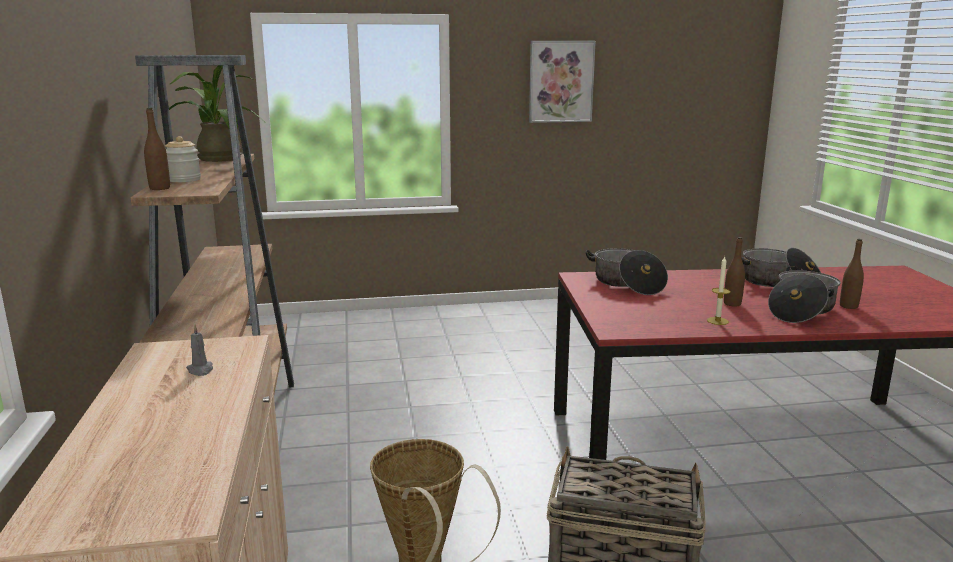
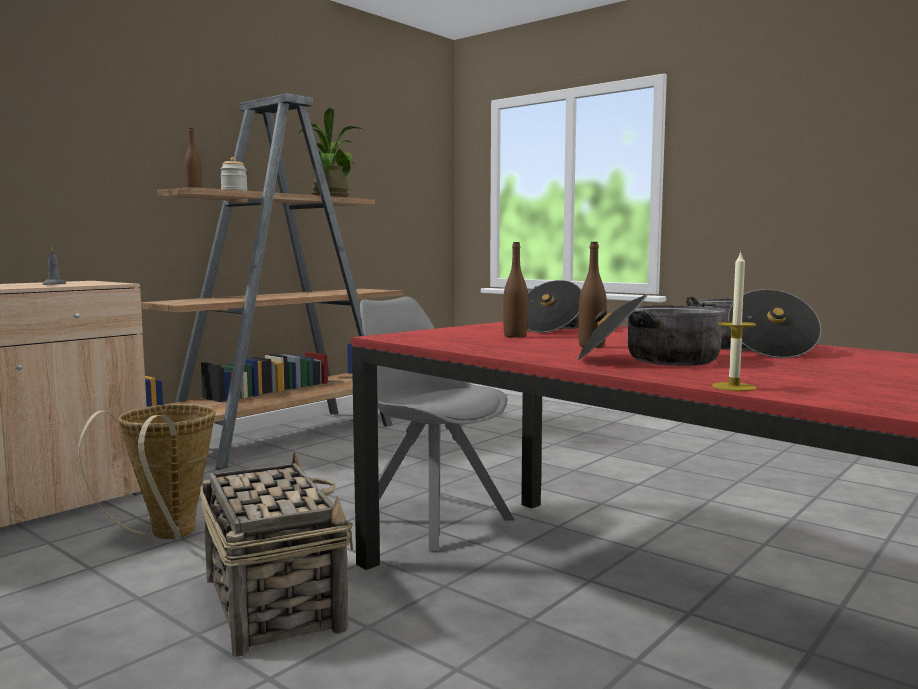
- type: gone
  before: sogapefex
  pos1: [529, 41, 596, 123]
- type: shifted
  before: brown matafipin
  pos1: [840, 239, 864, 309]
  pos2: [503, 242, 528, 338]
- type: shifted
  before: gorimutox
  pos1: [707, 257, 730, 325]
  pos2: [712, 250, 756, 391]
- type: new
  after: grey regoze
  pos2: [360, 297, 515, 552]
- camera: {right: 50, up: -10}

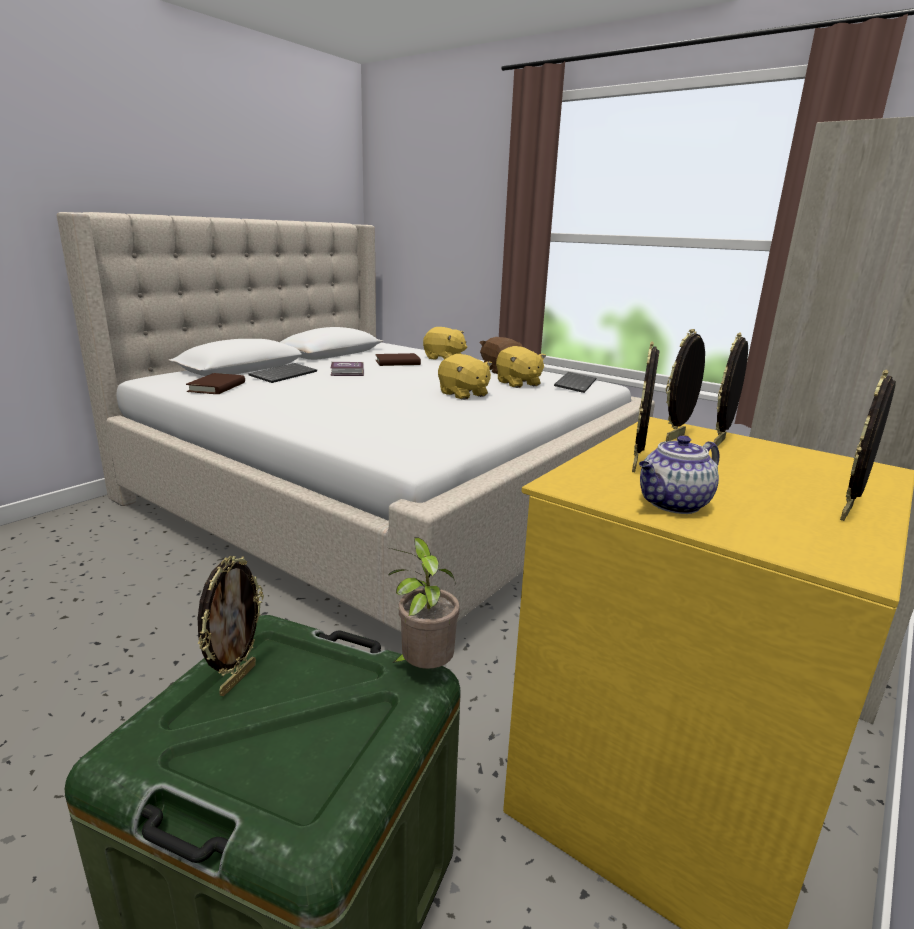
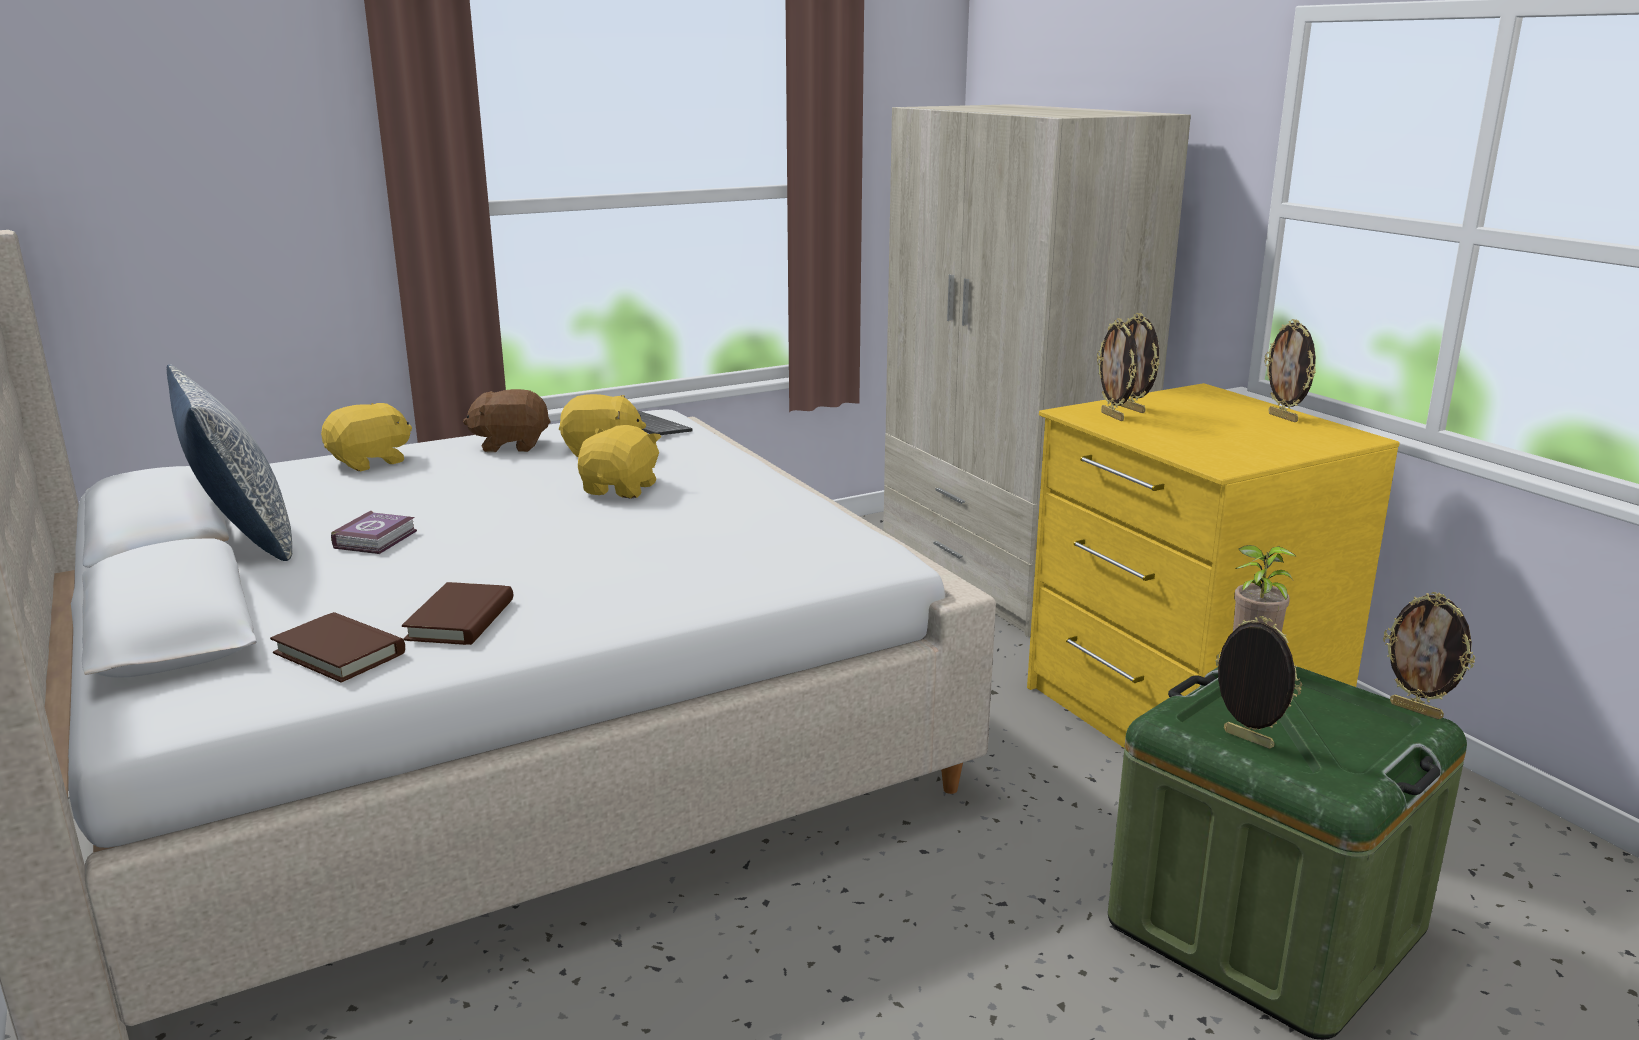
- type: shifted
  before: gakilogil
  pos1: [632, 341, 660, 472]
  pos2: [1383, 592, 1475, 719]
- type: shifted
  before: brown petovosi
  pos1: [375, 353, 421, 366]
  pos2: [402, 582, 513, 645]
- type: rotated
  before: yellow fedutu
  pos1: [438, 354, 492, 400]
  pos2: [578, 425, 661, 498]
  turn: -60
- type: gone
  before: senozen
  pos1: [249, 363, 317, 383]
- type: gone
  before: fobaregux
  pos1: [639, 435, 719, 514]
- type: new
  after: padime
  pos2: [167, 364, 292, 561]
- camera: {right: -65, up: 0}

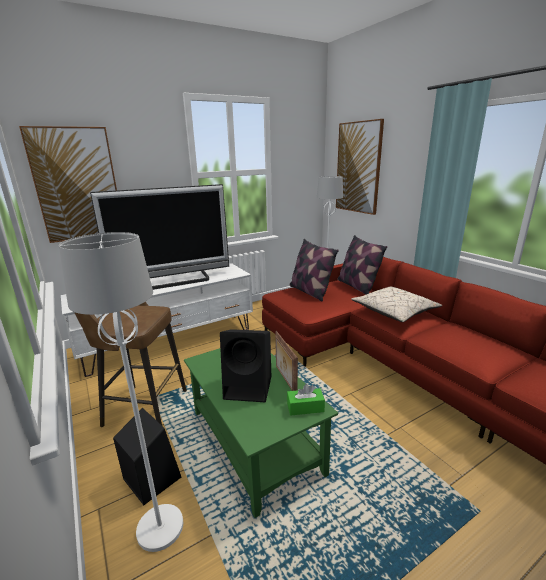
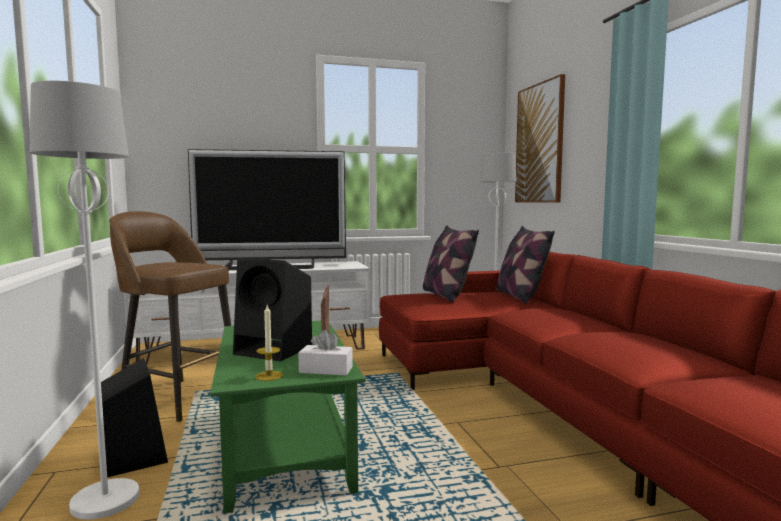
- type: gone
  before: sogapefex
  pos1: [19, 126, 117, 243]
- type: gone
  before: beige padime
  pos1: [351, 287, 442, 322]
- type: repainted
  before: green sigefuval
  after: white sigefuval
  pos1: [287, 384, 325, 416]
  pos2: [298, 330, 353, 376]
- type: new
  after: gorimutox
  pos2: [255, 305, 283, 381]
- camera: {right: 15, up: -15}

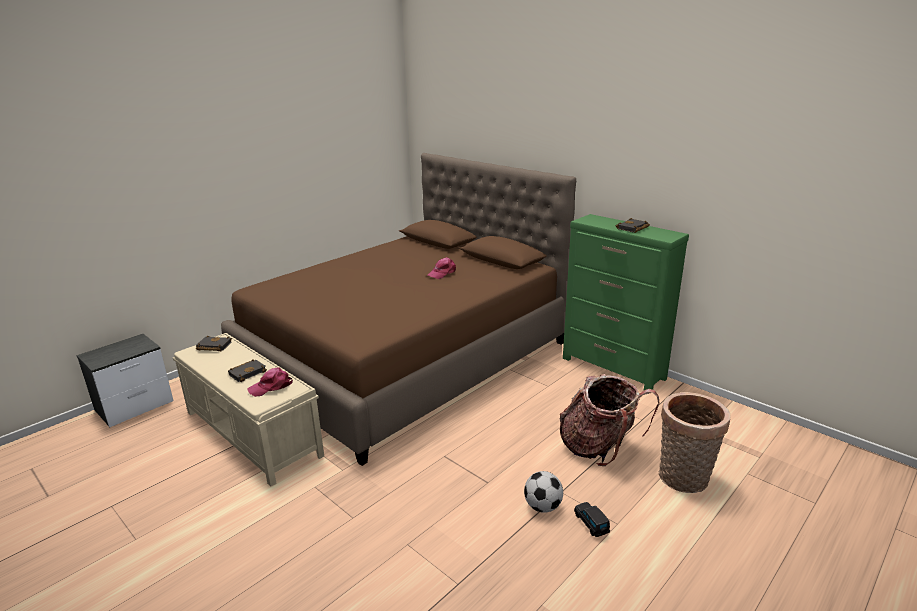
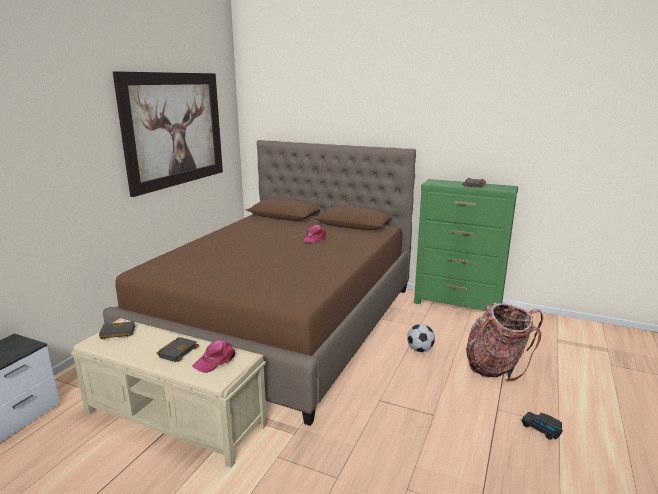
- type: gone
  before: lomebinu
  pos1: [659, 392, 731, 493]
- type: shifted
  before: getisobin
  pos1: [524, 471, 563, 513]
  pos2: [407, 324, 435, 352]
- type: new
  after: sogapefex
  pos2: [113, 71, 223, 197]
- camera: {right: -20, up: -5}

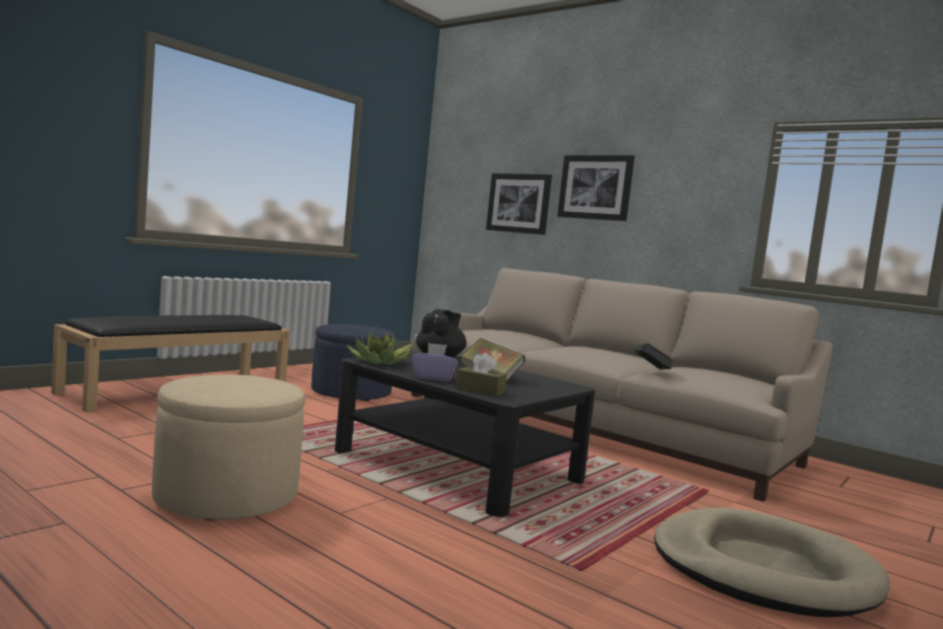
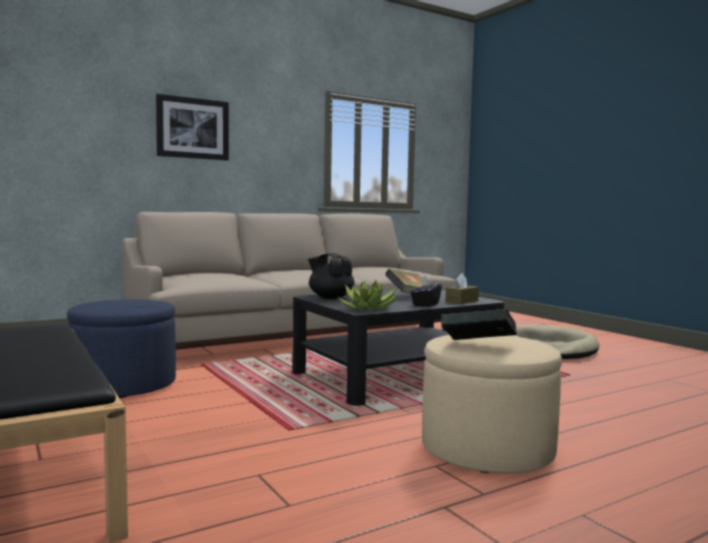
- type: gone
  before: sogapefex
  pos1: [486, 173, 552, 235]
- type: repainted
  before: purple sigefuval
  after: black sigefuval
  pos1: [412, 343, 458, 382]
  pos2: [410, 276, 442, 307]
- type: shifted
  before: petovosi
  pos1: [635, 343, 676, 370]
  pos2: [441, 309, 517, 340]
- camera: {right: -70, up: 0}

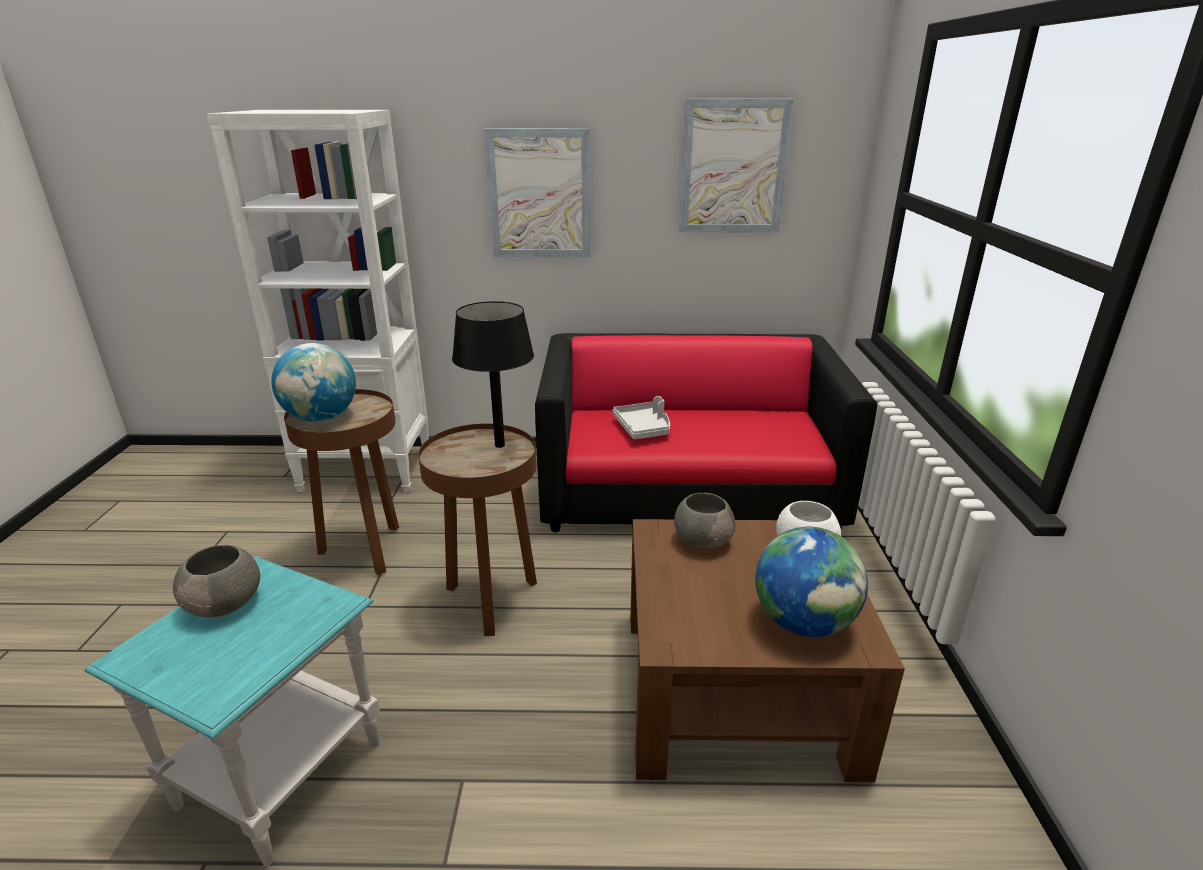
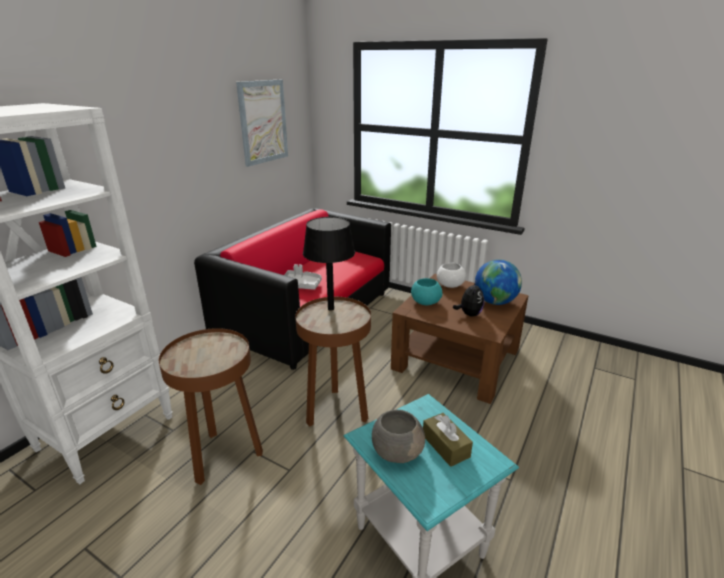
- type: gone
  before: sogapefex
  pos1: [484, 128, 591, 257]
- type: gone
  before: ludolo
  pos1: [271, 343, 356, 422]
- type: repainted
  before: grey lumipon
  after: turquoise lumipon
  pos1: [674, 493, 735, 549]
  pos2: [411, 278, 442, 305]
- type: new
  after: fedutu
  pos2: [453, 281, 484, 317]
- type: new
  after: brown sigefuval
  pos2: [423, 413, 473, 467]
- camera: {right: -60, up: 0}

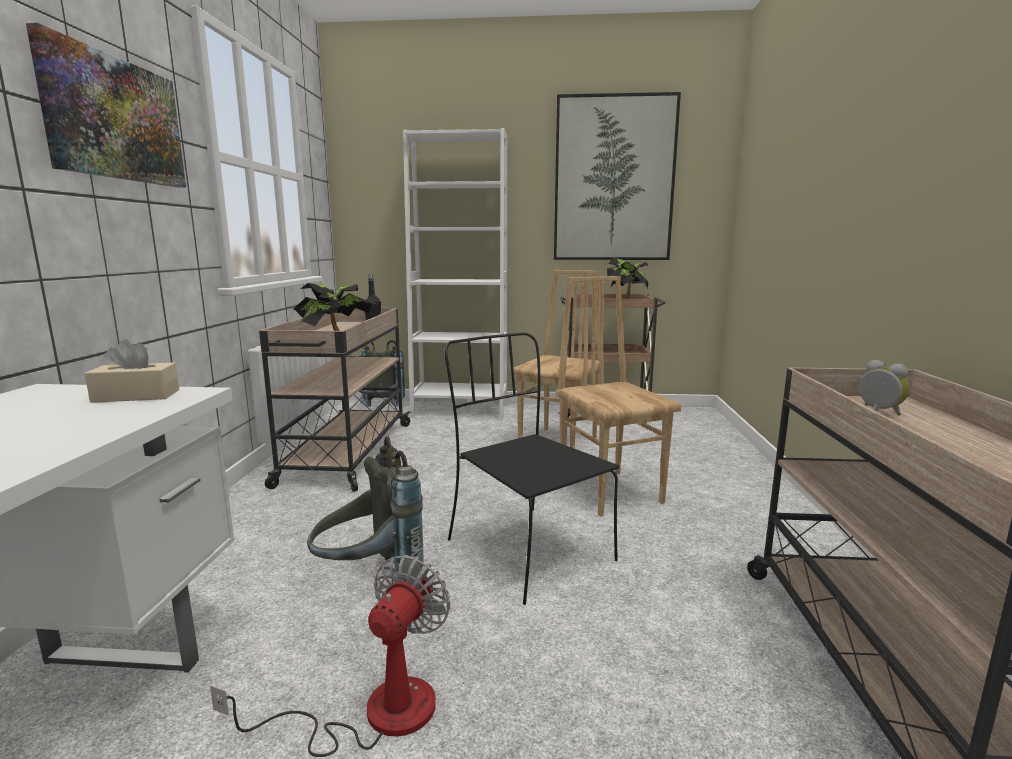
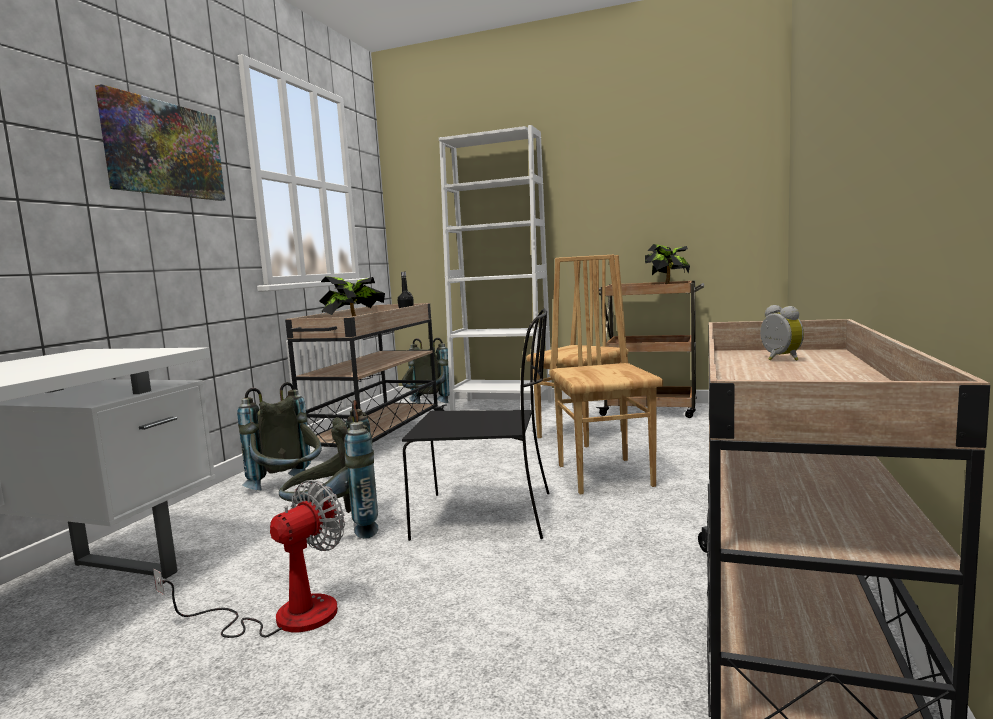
- type: gone
  before: sogapefex
  pos1: [554, 92, 681, 260]
- type: rotated
  before: black regoze
  pos1: [444, 333, 619, 605]
  pos2: [402, 309, 549, 541]
  turn: 120
- type: gone
  before: beige sigefuval
  pos1: [85, 339, 179, 403]
- type: new
  after: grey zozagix
  pos2: [237, 382, 322, 491]
- camera: {right: 15, up: -5}

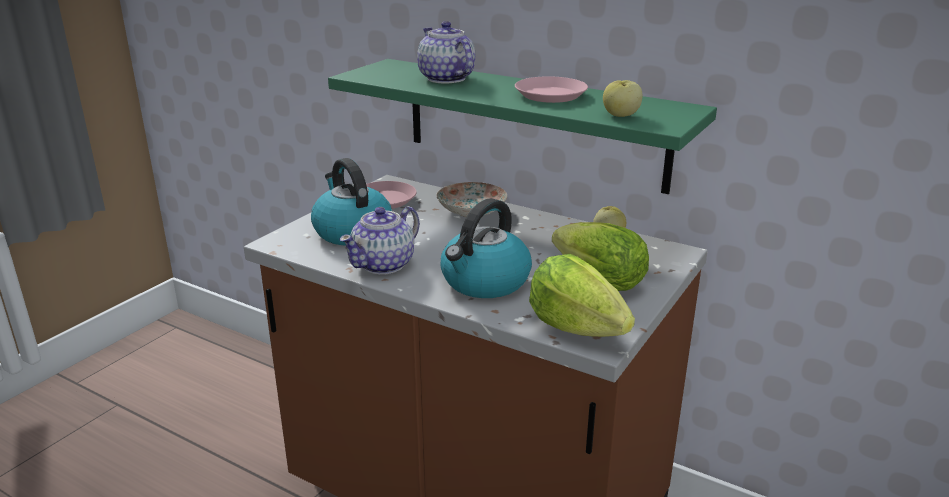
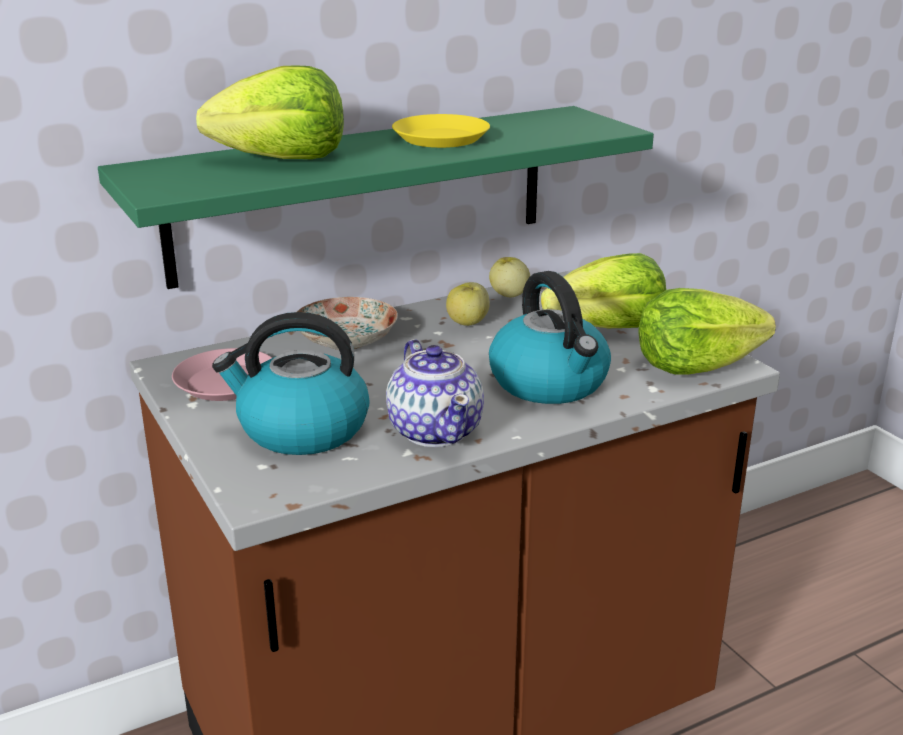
- type: swapped
  before: fobaregux
  after: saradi
  pos1: [417, 21, 475, 84]
  pos2: [196, 65, 344, 159]
- type: repainted
  before: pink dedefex
  after: yellow dedefex
  pos1: [515, 76, 588, 103]
  pos2: [392, 114, 490, 148]
- type: shifted
  before: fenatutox
  pos1: [603, 80, 643, 117]
  pos2: [446, 282, 490, 326]
- camera: {right: -60, up: 0}

